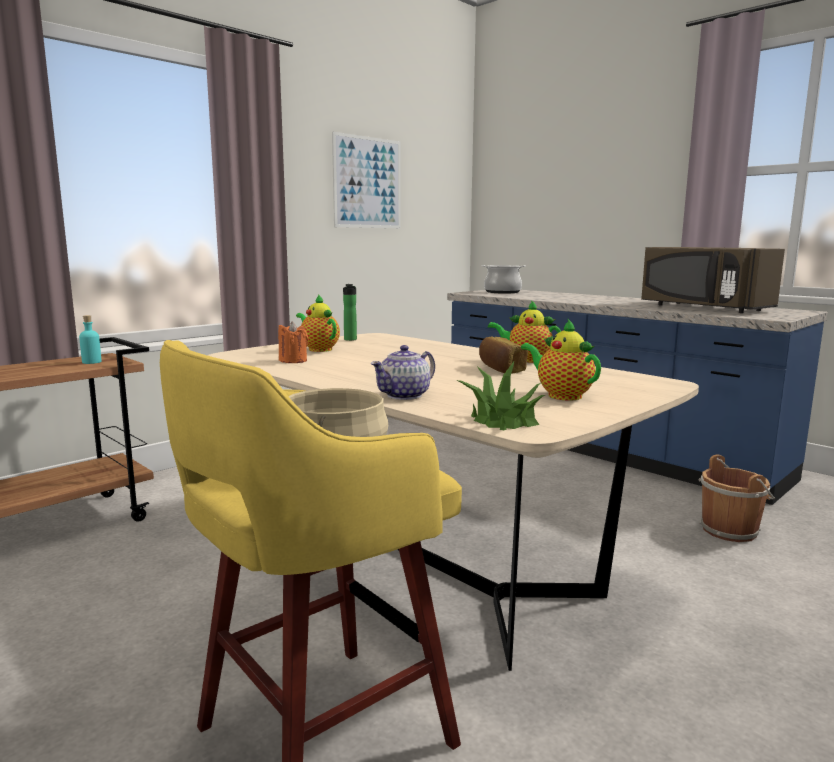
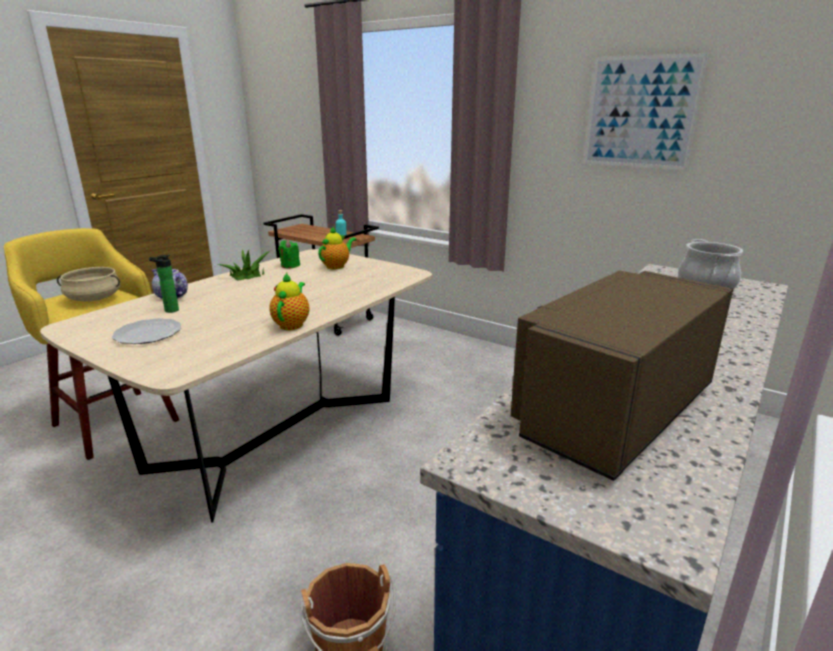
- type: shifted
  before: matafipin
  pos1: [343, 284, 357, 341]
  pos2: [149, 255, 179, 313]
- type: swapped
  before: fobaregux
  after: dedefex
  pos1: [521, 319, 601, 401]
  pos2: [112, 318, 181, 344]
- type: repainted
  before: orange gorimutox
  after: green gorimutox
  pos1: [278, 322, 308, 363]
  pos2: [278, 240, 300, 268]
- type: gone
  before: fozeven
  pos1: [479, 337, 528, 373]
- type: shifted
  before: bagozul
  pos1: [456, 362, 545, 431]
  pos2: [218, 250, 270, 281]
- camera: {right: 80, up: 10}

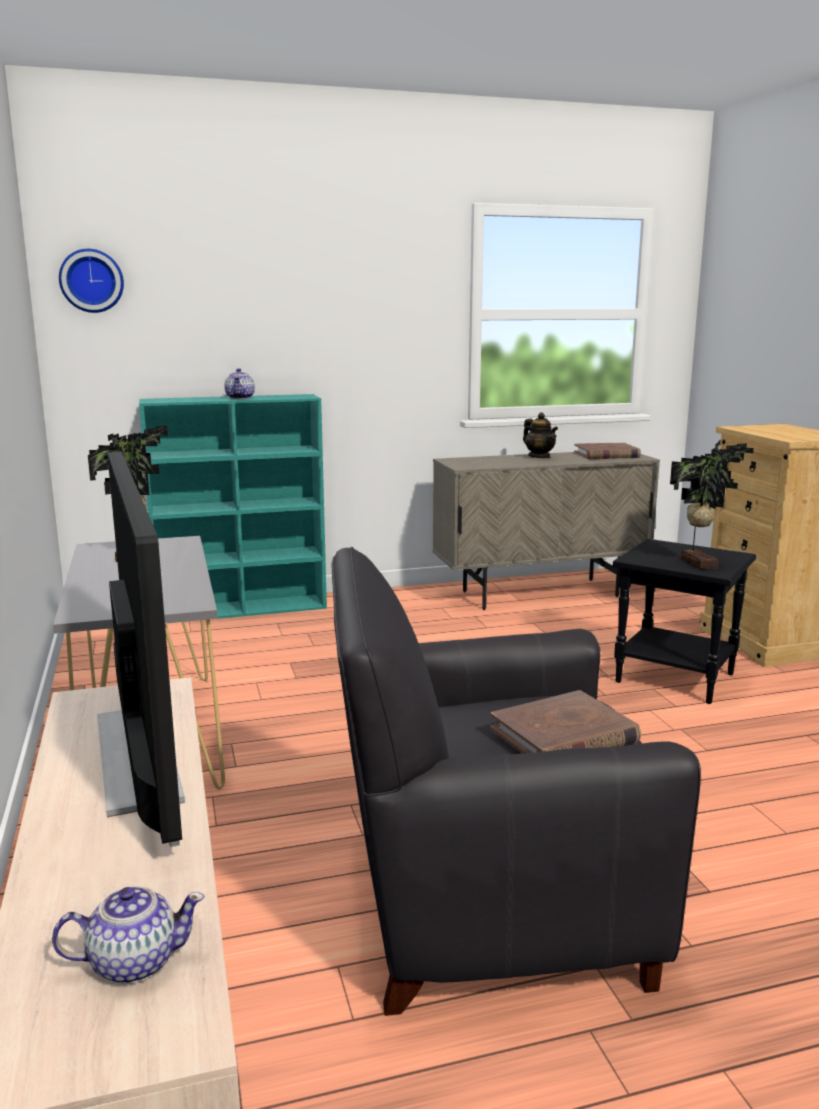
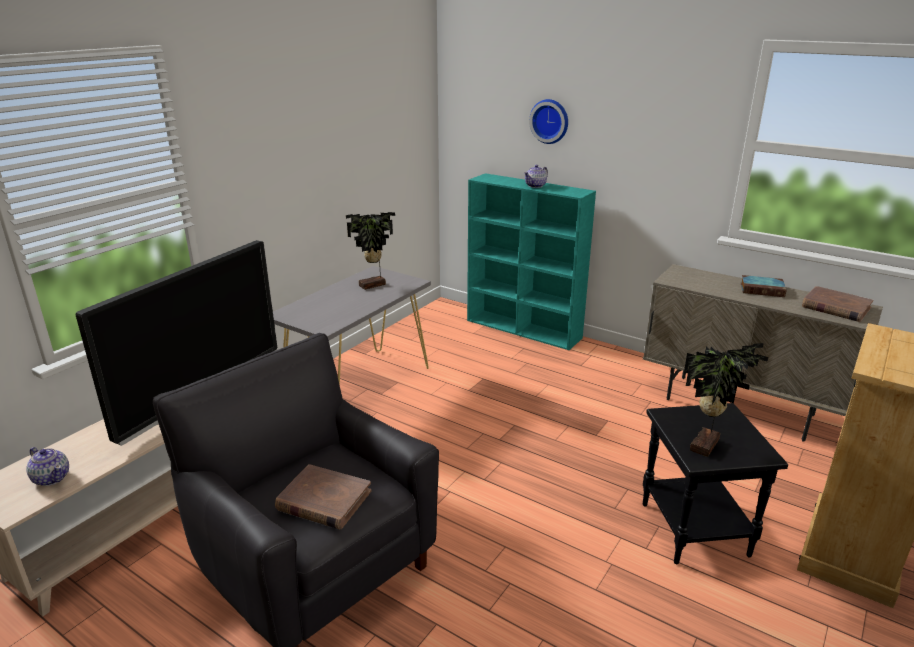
- type: shifted
  before: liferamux
  pos1: [59, 249, 124, 313]
  pos2: [529, 99, 568, 144]
- type: swapped
  before: fobaregux
  after: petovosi
  pos1: [523, 412, 558, 458]
  pos2: [740, 275, 787, 297]
- camera: {right: 50, up: 10}

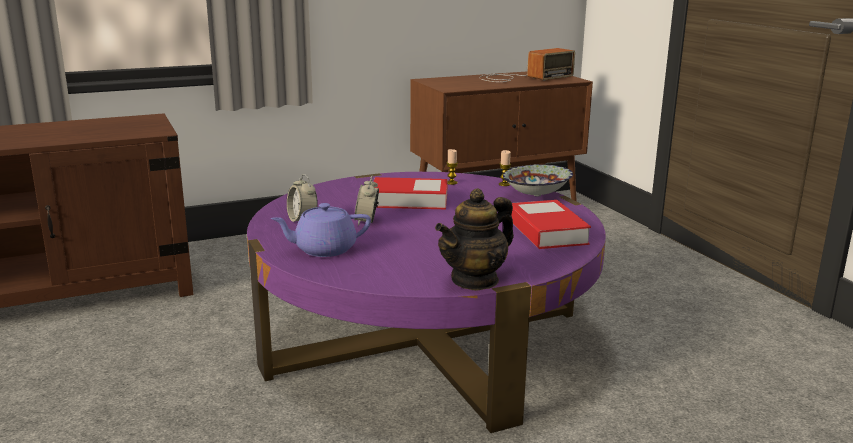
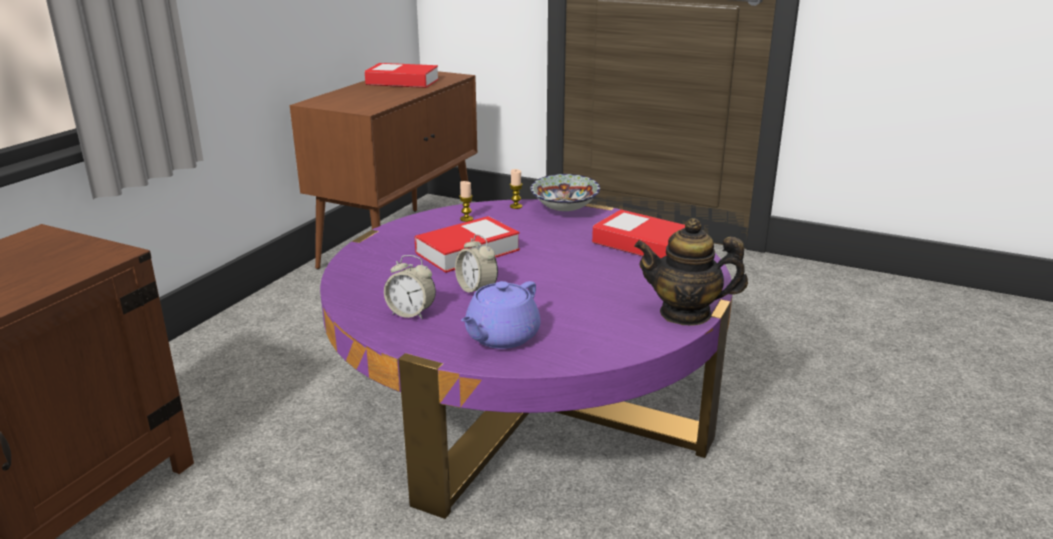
- type: swapped
  before: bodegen
  after: petovosi
  pos1: [479, 48, 575, 82]
  pos2: [365, 63, 439, 88]
- type: rotated
  before: fobaregux
  pos1: [435, 188, 514, 291]
  pos2: [634, 218, 748, 326]
  turn: 90
- camera: {right: -40, up: 5}

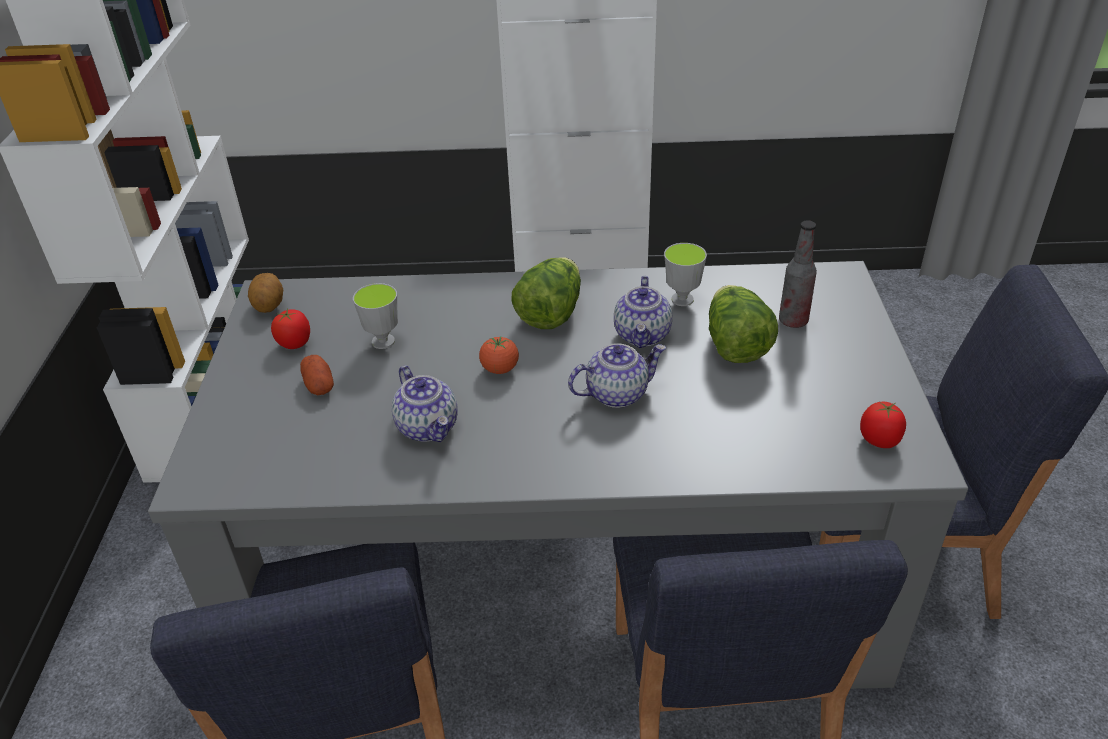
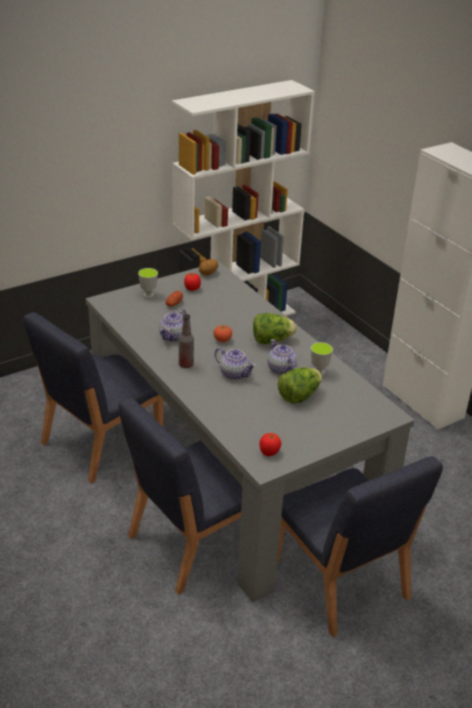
- type: shifted
  before: matafipin
  pos1: [779, 221, 817, 328]
  pos2: [179, 314, 194, 368]
- type: rotated
  before: fobaregux
  pos1: [614, 276, 672, 348]
  pos2: [267, 339, 297, 375]
  turn: 90
- type: shifted
  before: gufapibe
  pos1: [353, 283, 398, 349]
  pos2: [138, 268, 158, 298]
- camera: {right: 55, up: -5}

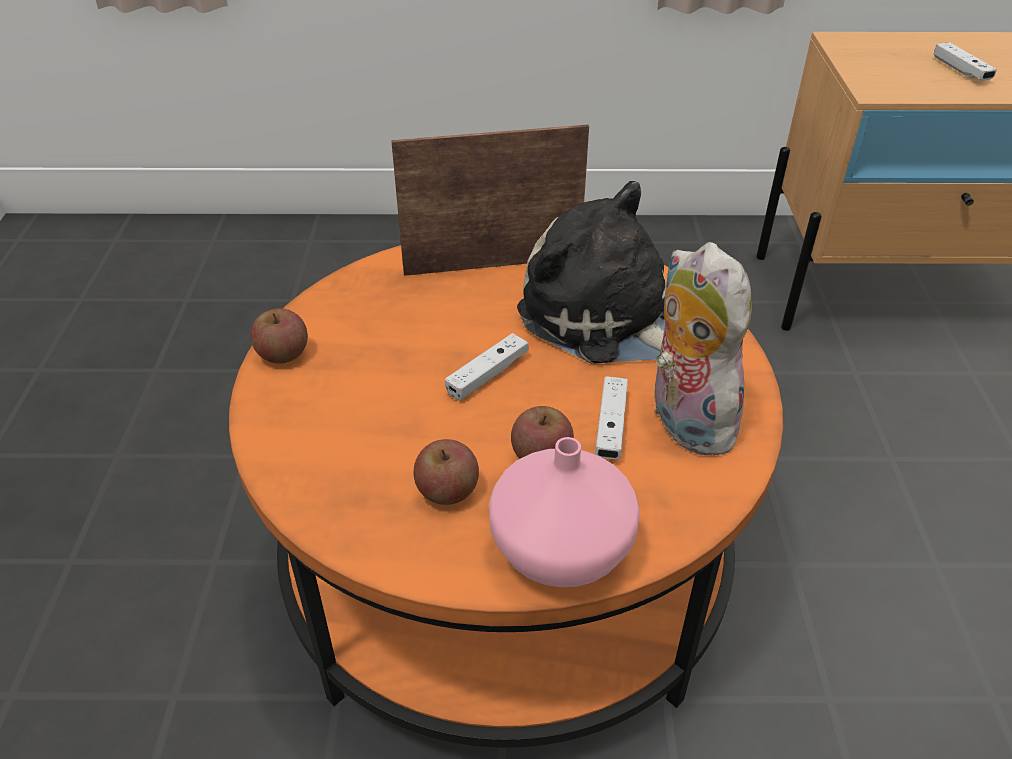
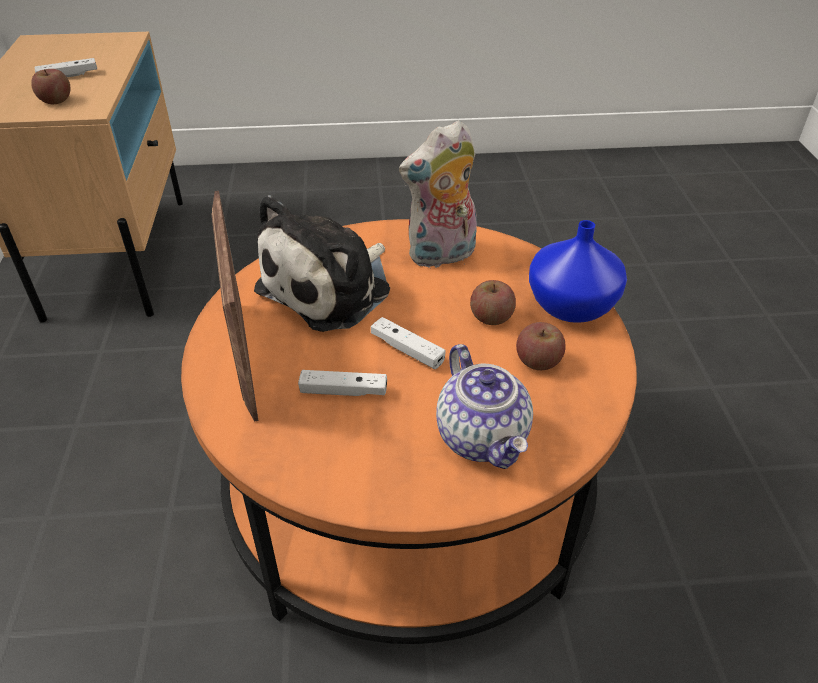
- type: shifted
  before: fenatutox
  pos1: [250, 308, 308, 364]
  pos2: [31, 69, 70, 104]
- type: shifted
  before: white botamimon
  pos1: [595, 376, 628, 459]
  pos2: [298, 370, 387, 396]
- type: repainted
  before: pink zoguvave
  after: blue zoguvave
  pos1: [489, 437, 640, 587]
  pos2: [529, 220, 627, 323]
- type: new
  after: fobaregux
  pos2: [436, 344, 533, 469]
- camera: {right: -95, up: 0}

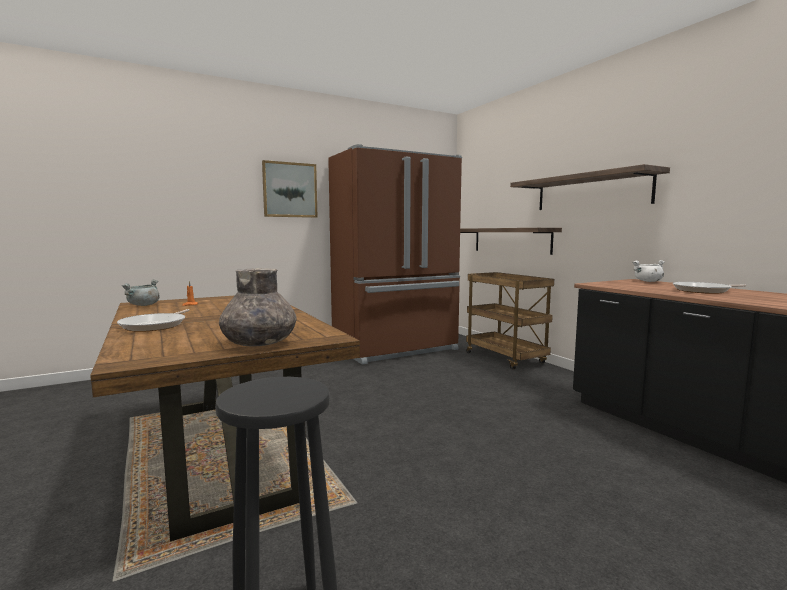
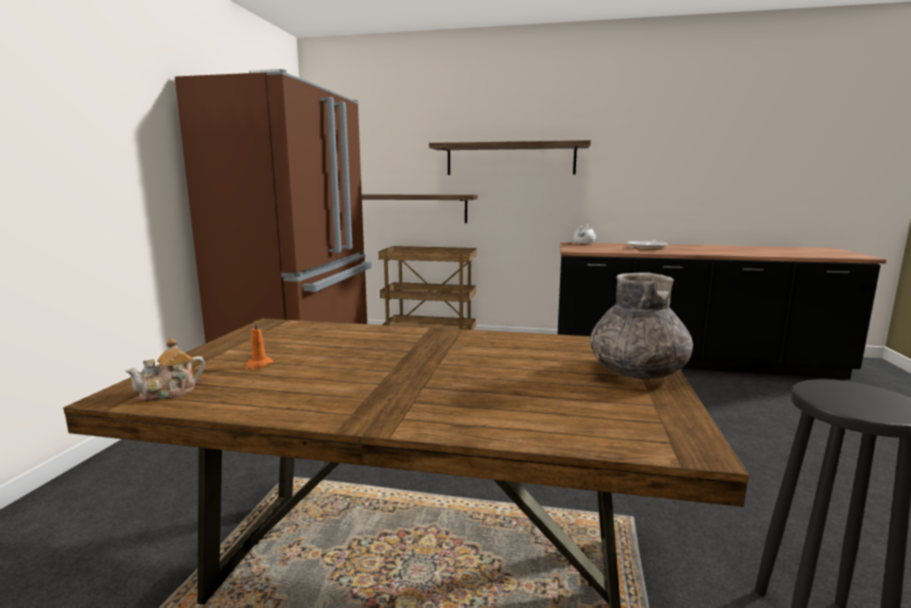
- type: gone
  before: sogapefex
  pos1: [262, 160, 317, 218]
- type: swapped
  before: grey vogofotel
  after: fobaregux
  pos1: [122, 280, 160, 306]
  pos2: [125, 338, 205, 401]
- type: gone
  before: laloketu
  pos1: [117, 309, 190, 332]
- camera: {right: -50, up: 5}

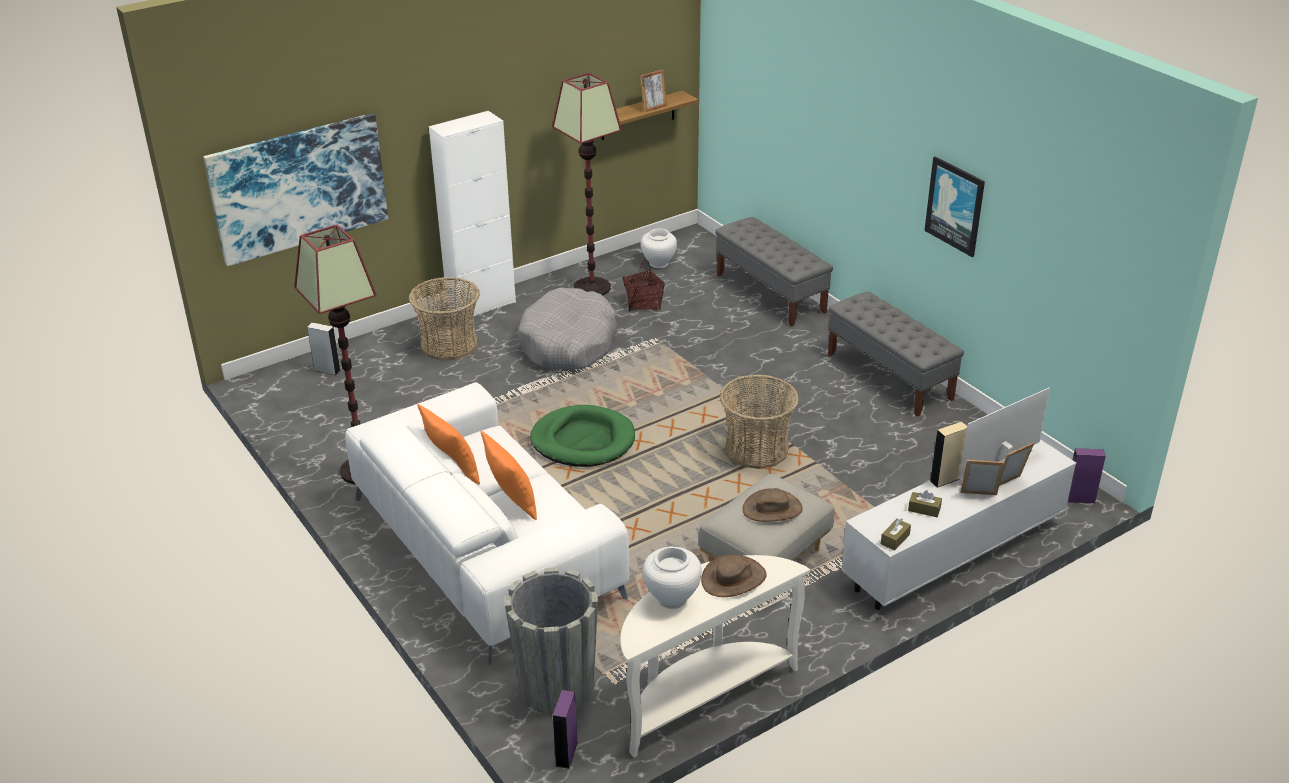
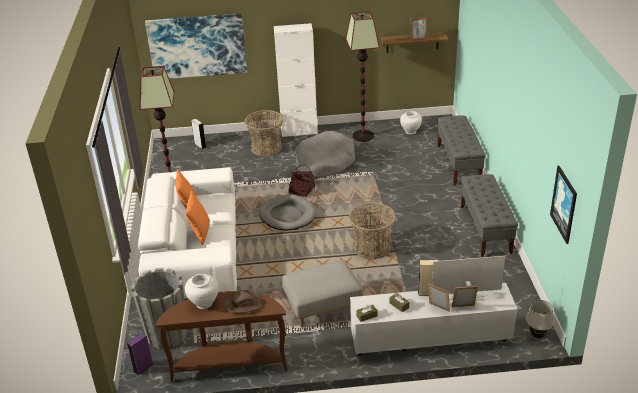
- type: shifted
  before: sogapefex
  pos1: [924, 157, 985, 257]
  pos2: [550, 166, 577, 244]
- type: shifted
  before: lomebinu
  pos1: [623, 260, 665, 312]
  pos2: [289, 165, 315, 198]
- type: repainted
  before: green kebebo
  after: grey kebebo
  pos1: [530, 405, 635, 467]
  pos2: [259, 195, 316, 230]
- type: swapped
  before: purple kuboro
  after: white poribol
  pos1: [1068, 448, 1106, 504]
  pos2: [526, 300, 554, 338]
- type: gone
  before: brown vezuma
  pos1: [743, 488, 803, 522]
- type: repainted
  before: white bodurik
  after: brown bodurik
  pos1: [620, 555, 810, 757]
  pos2: [155, 291, 288, 382]
- camera: {right: 30, up: 0}

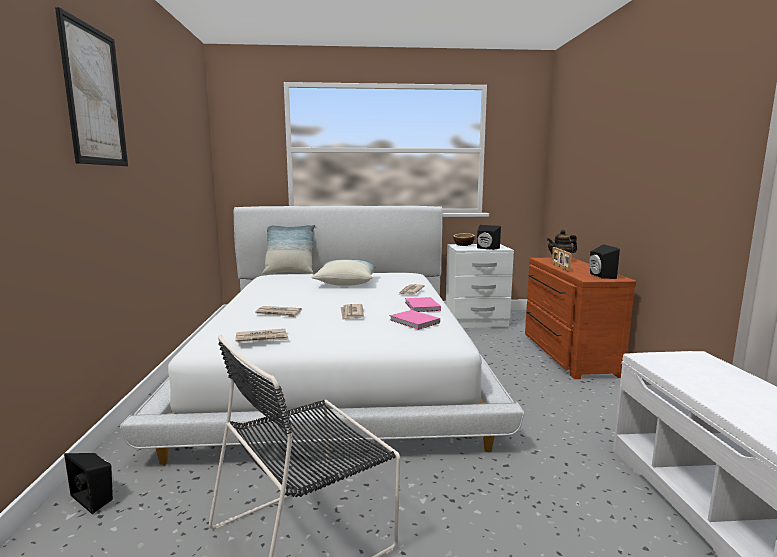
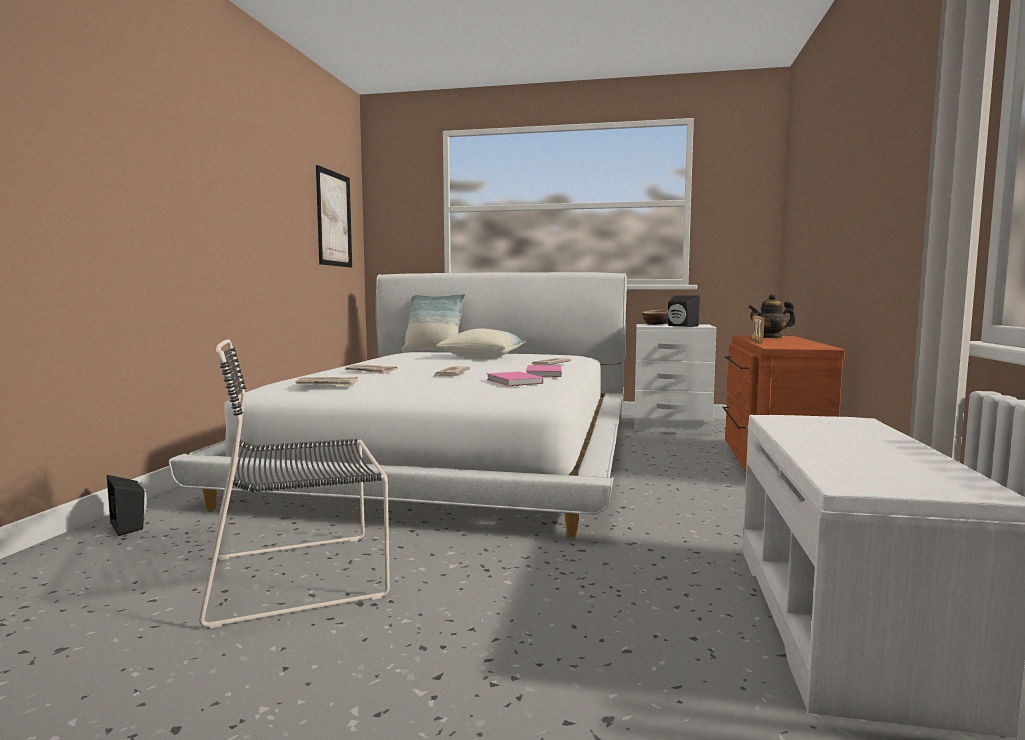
- type: shifted
  before: sogapefex
  pos1: [55, 7, 128, 166]
  pos2: [316, 165, 352, 267]
- type: gone
  before: black kuboro
  pos1: [589, 244, 620, 279]
- camera: {right: 15, up: -5}

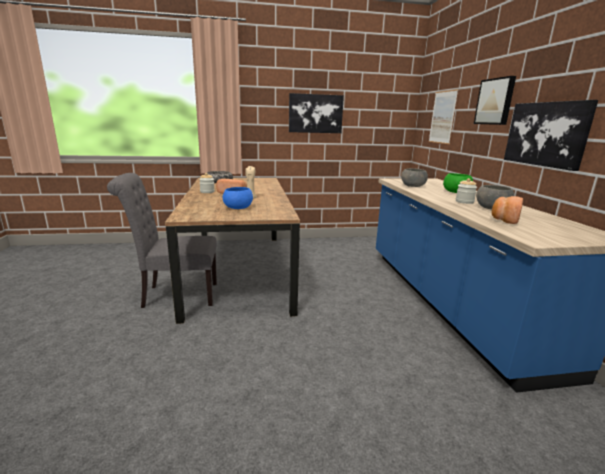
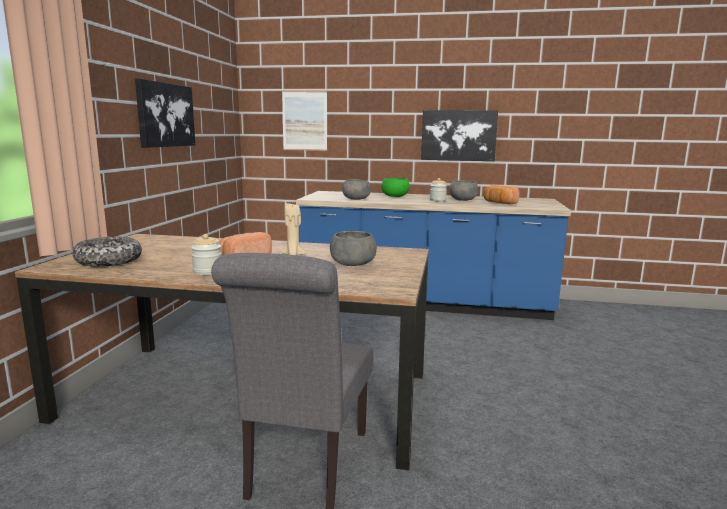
- type: gone
  before: sogapefex
  pos1: [474, 76, 516, 125]
- type: repainted
  before: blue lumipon
  after: grey lumipon
  pos1: [223, 187, 253, 209]
  pos2: [330, 231, 377, 266]
- camera: {right: -70, up: -5}

